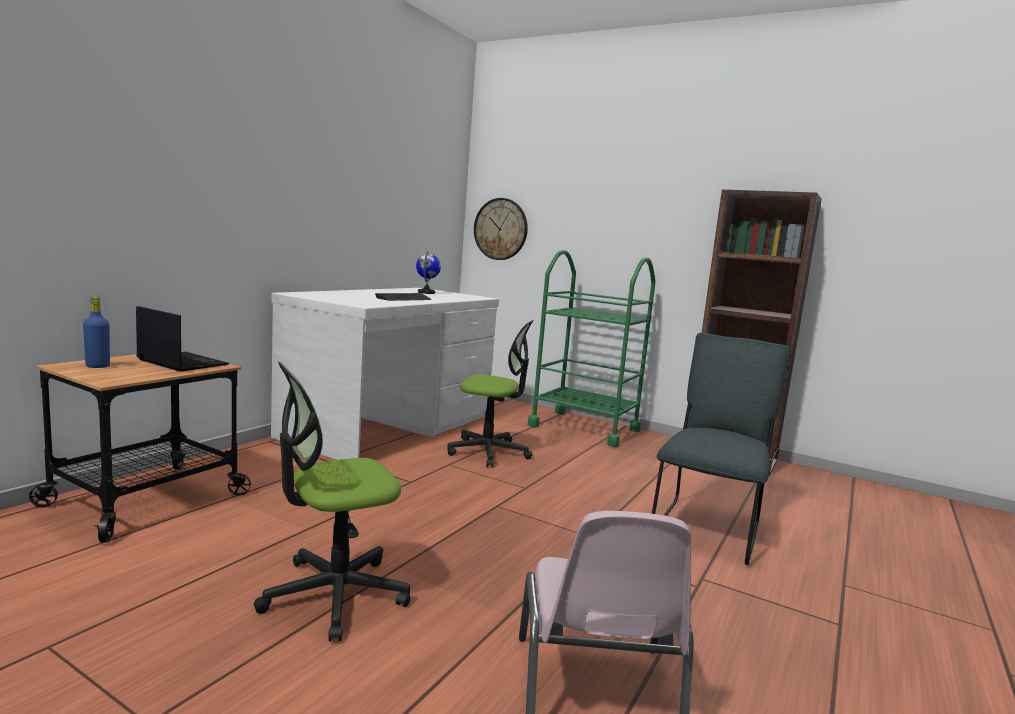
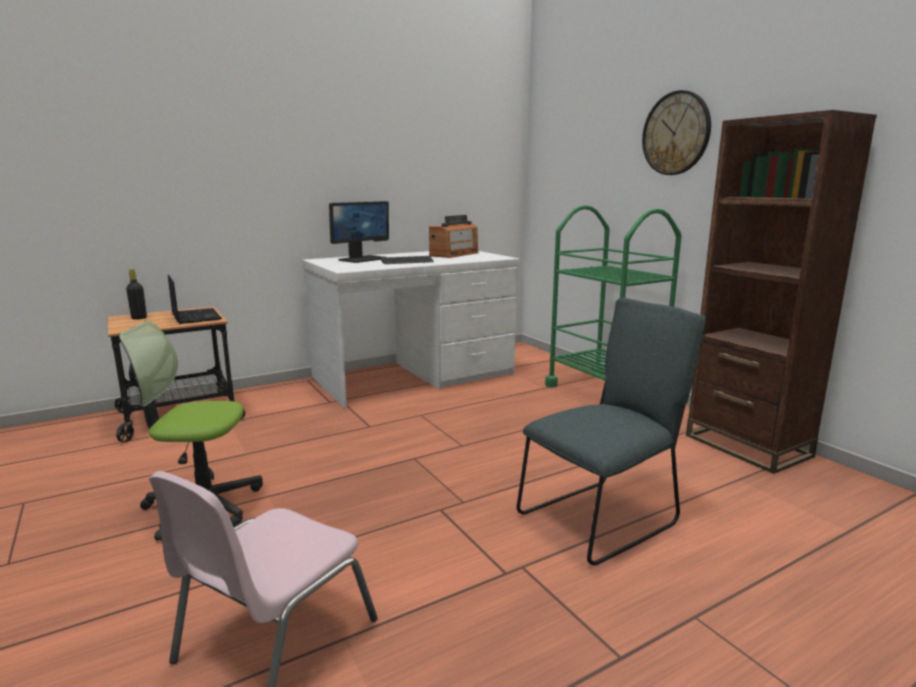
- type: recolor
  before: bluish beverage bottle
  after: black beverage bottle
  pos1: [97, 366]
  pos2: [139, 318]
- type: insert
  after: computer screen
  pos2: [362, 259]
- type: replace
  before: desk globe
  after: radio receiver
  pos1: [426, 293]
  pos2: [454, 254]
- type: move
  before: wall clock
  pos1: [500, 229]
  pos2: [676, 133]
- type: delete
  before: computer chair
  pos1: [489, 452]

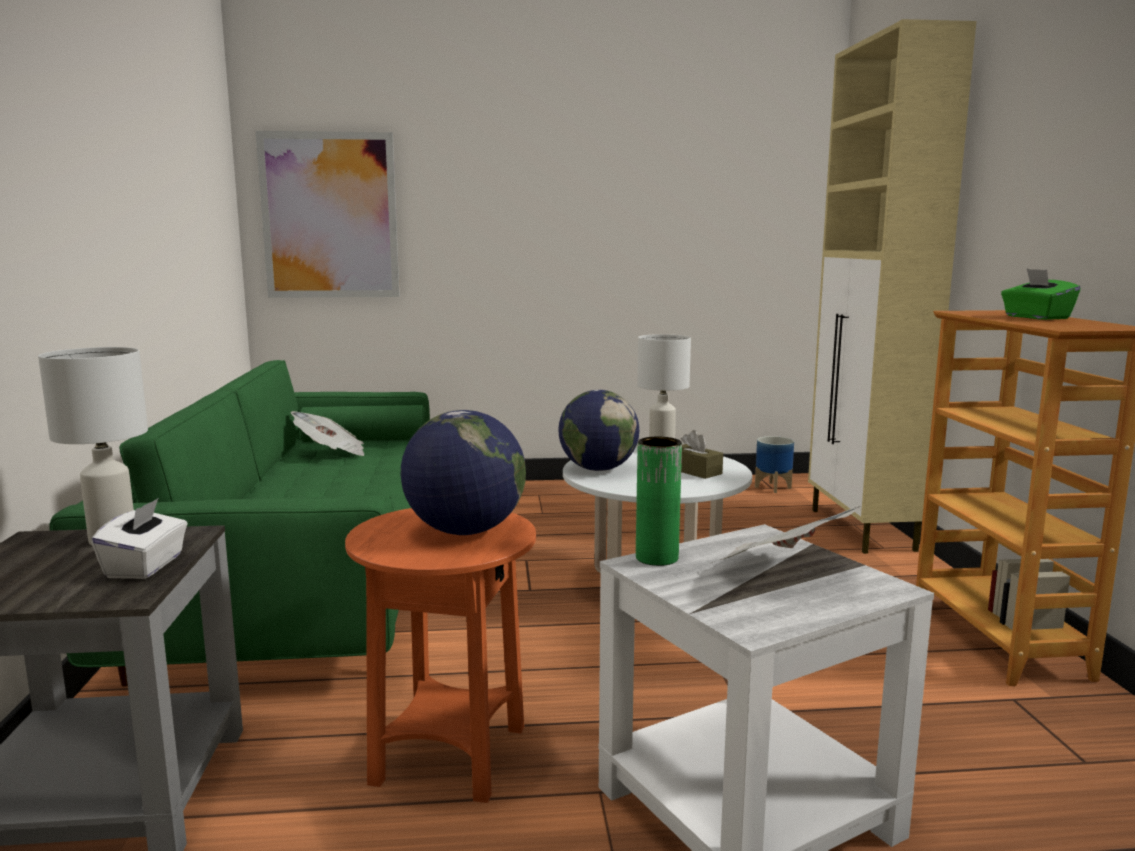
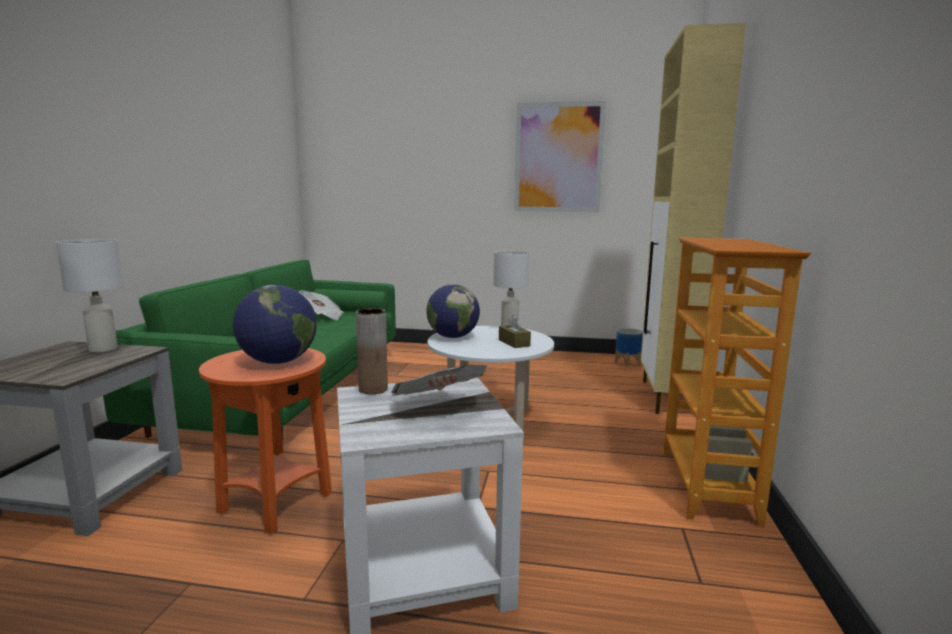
- type: recolor
  before: green-coloured vase
  after: brownish vase
  pos1: [657, 558]
  pos2: [373, 389]
- type: move
  before: wall art
  pos1: [330, 216]
  pos2: [558, 158]
- type: delete
  before: white-coloured box of tissues
  pos1: [146, 566]
- type: delete
  before: green-coloured box of tissues
  pos1: [1036, 317]

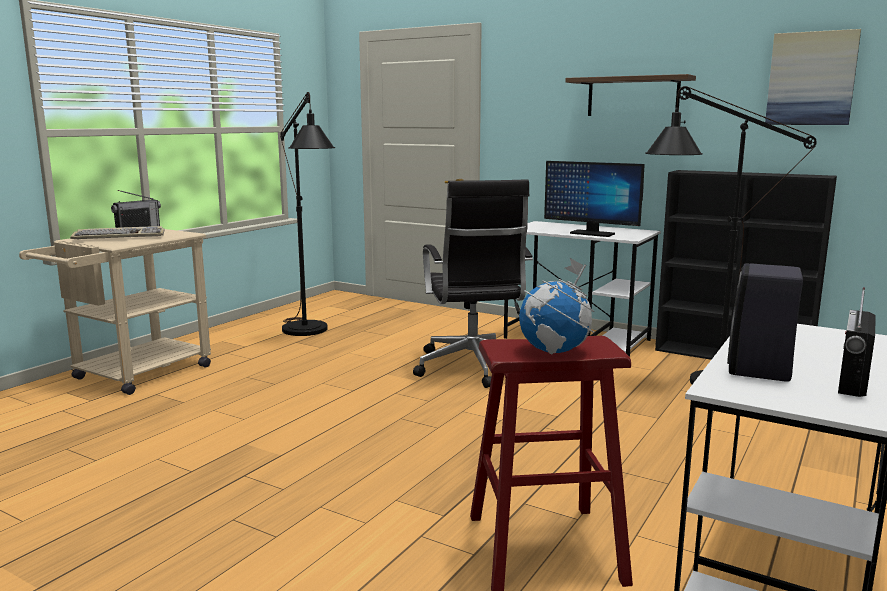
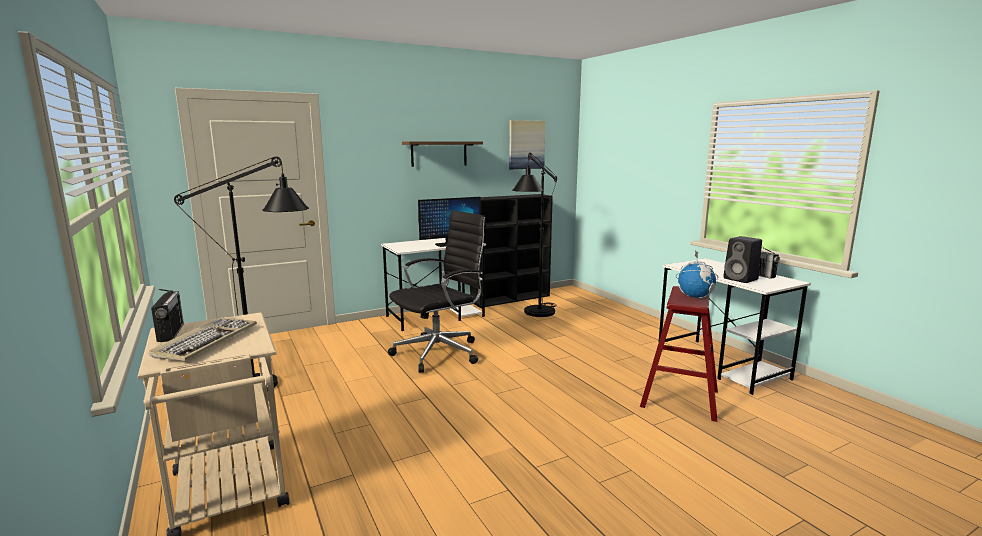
- type: rotate
  before: black computer chair
  pos1: [473, 367]
  pos2: [440, 352]
  turn: -60

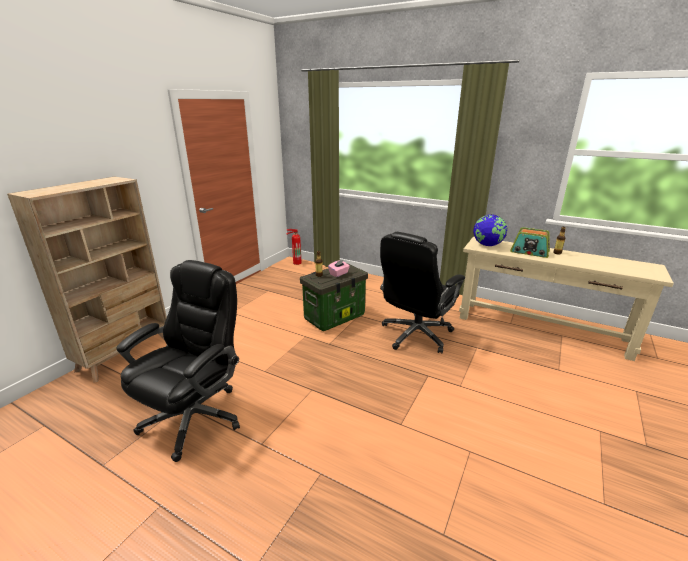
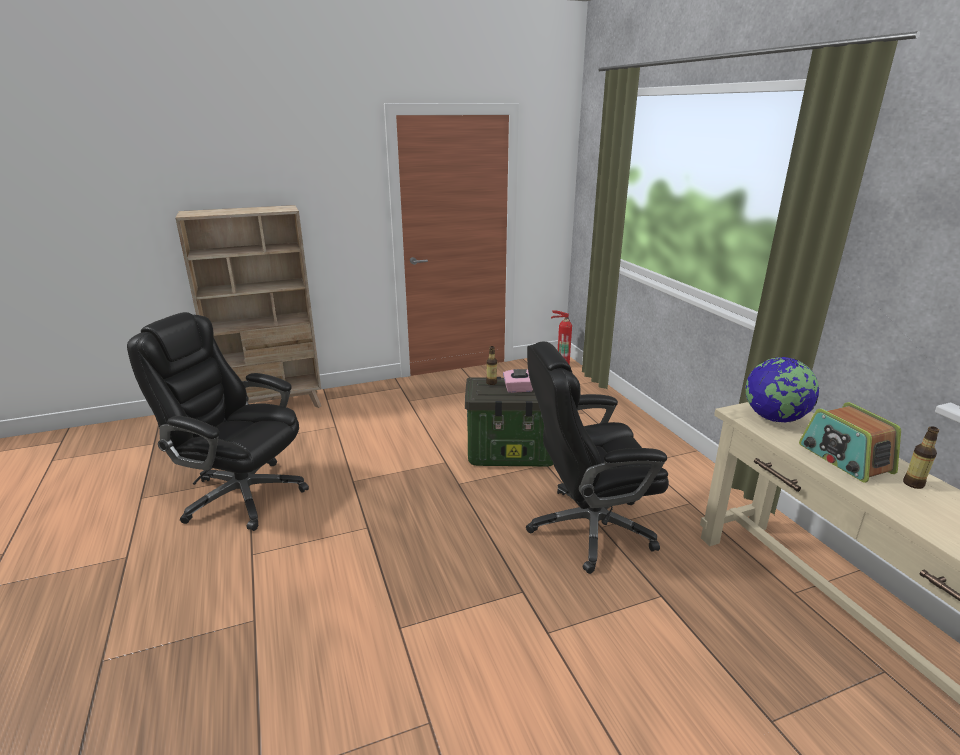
- type: rotate
  before: black computer chair
  pos1: [195, 417]
  pos2: [242, 494]
  turn: -135

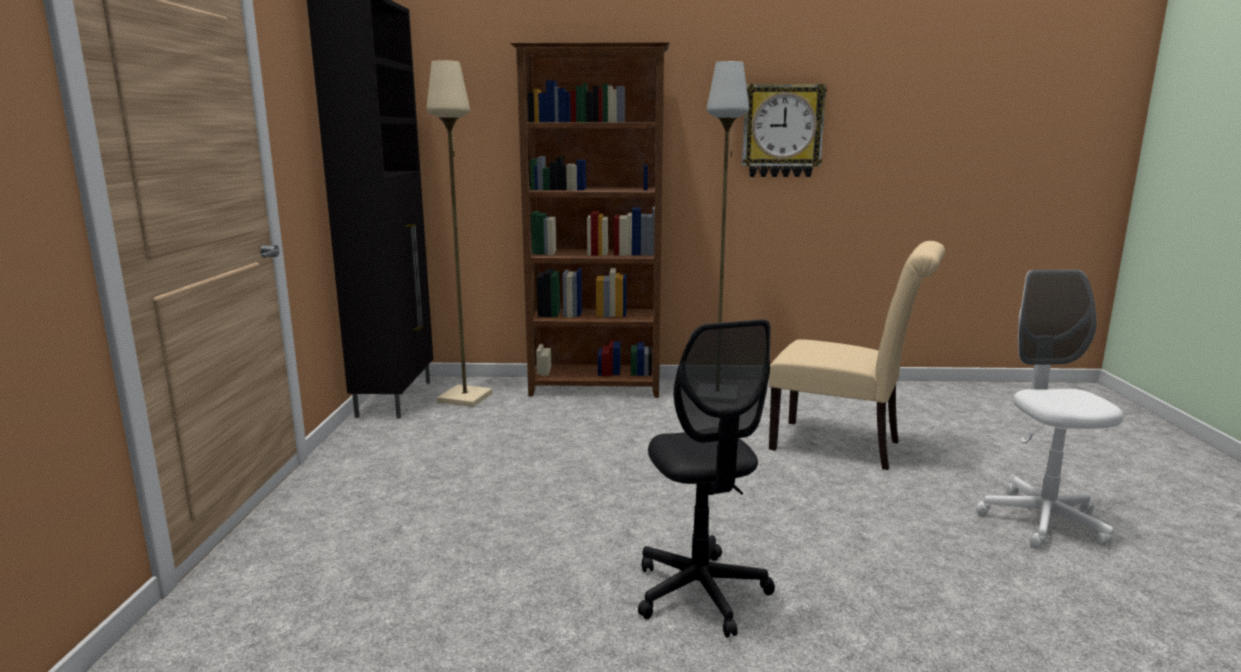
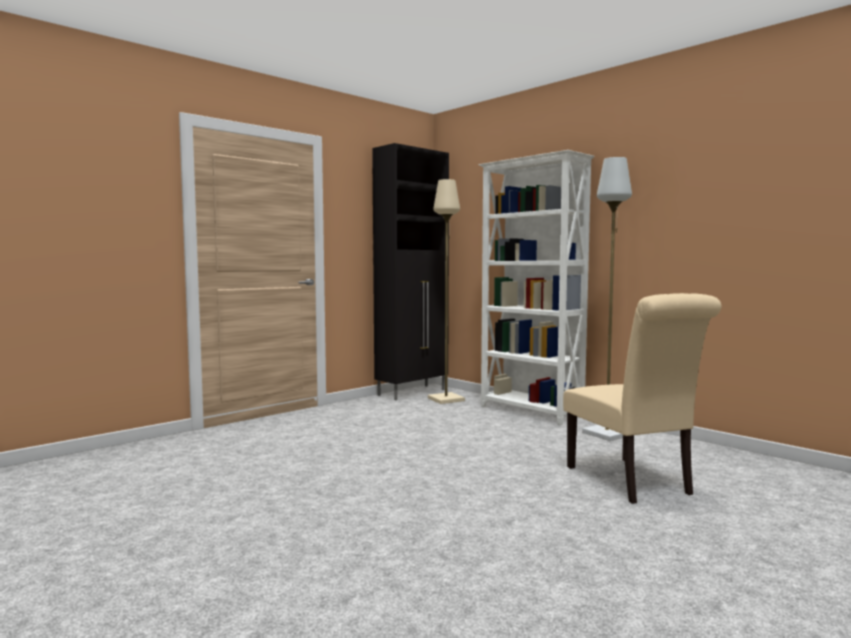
- type: recolor
  before: brownish bookshelf
  after: white-coloured bookshelf
  pos1: [596, 388]
  pos2: [530, 412]
- type: delete
  before: black computer chair
  pos1: [700, 593]
- type: delete
  before: wall clock
  pos1: [782, 131]
- type: delete
  before: white-coloured computer chair
  pos1: [1042, 521]

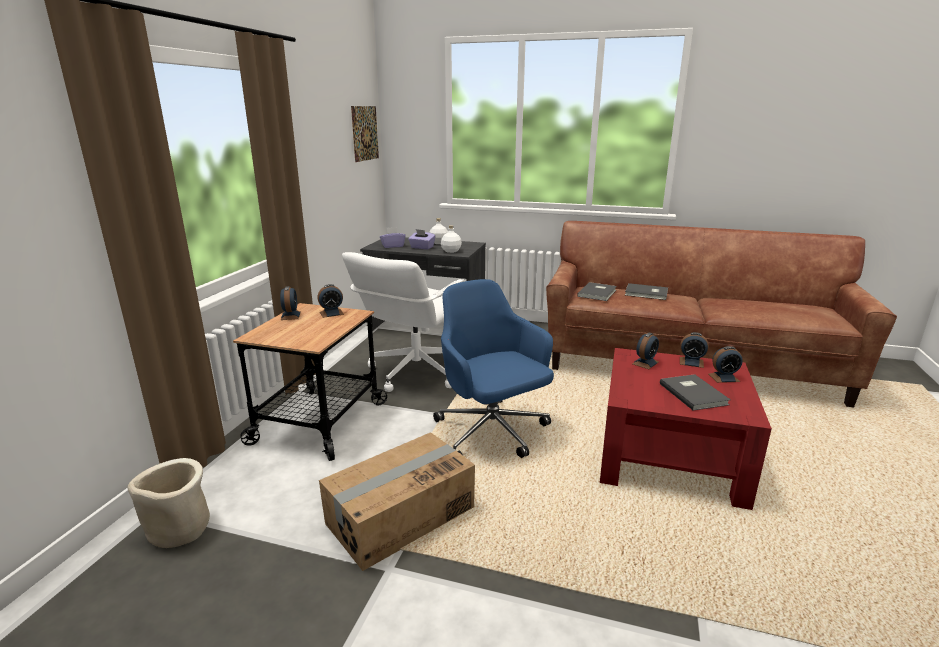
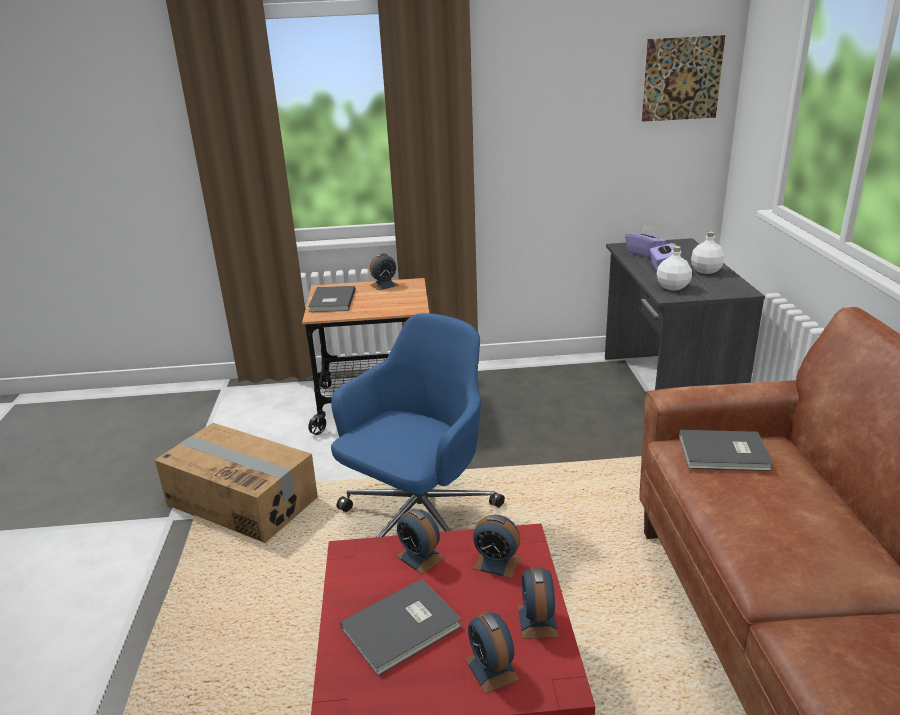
- type: move
  before: grey bound book
  pos1: [647, 293]
  pos2: [331, 301]
- type: move
  before: table clock
  pos1: [331, 313]
  pos2: [420, 557]
- type: delete
  before: sand-coloured plant pot
  pos1: [179, 530]
- type: delete
  before: white-coloured computer chair
  pos1: [415, 371]

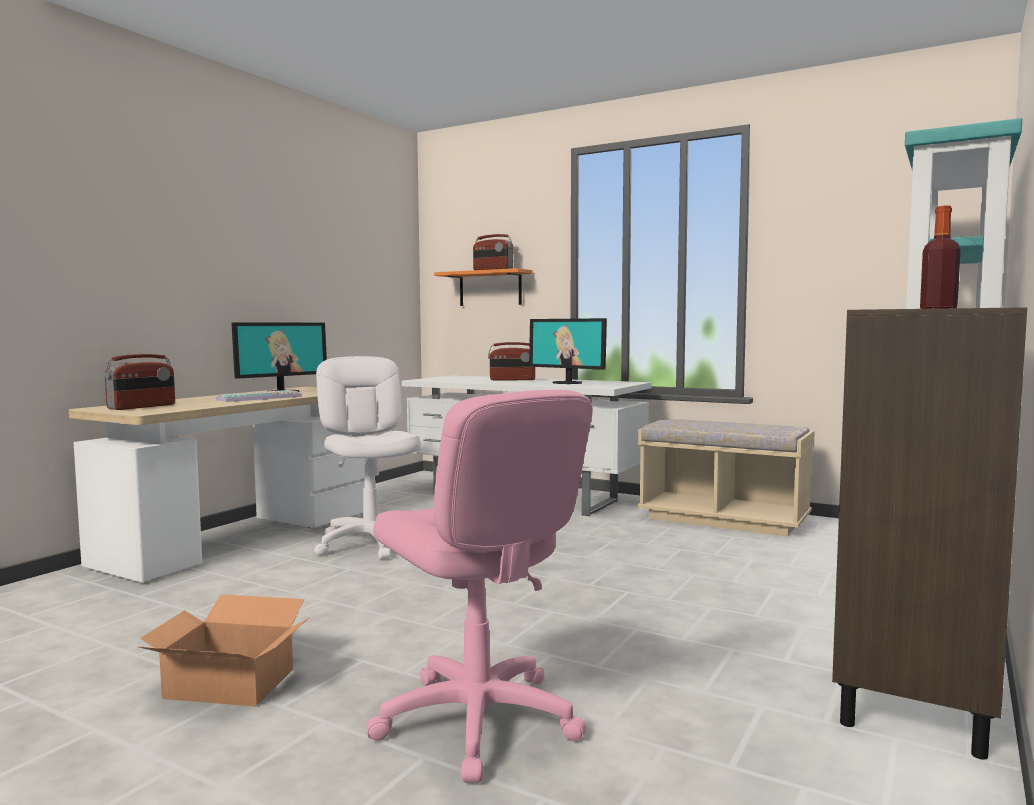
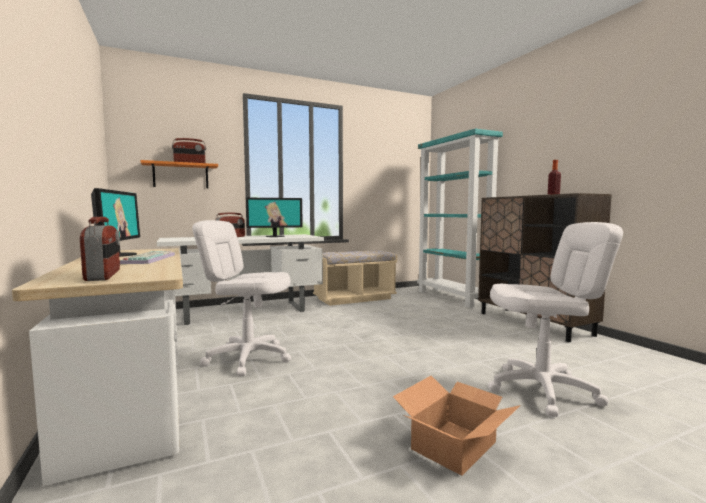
- type: recolor
  before: pink-coloured computer chair
  after: white-coloured computer chair
  pos1: [477, 721]
  pos2: [542, 391]

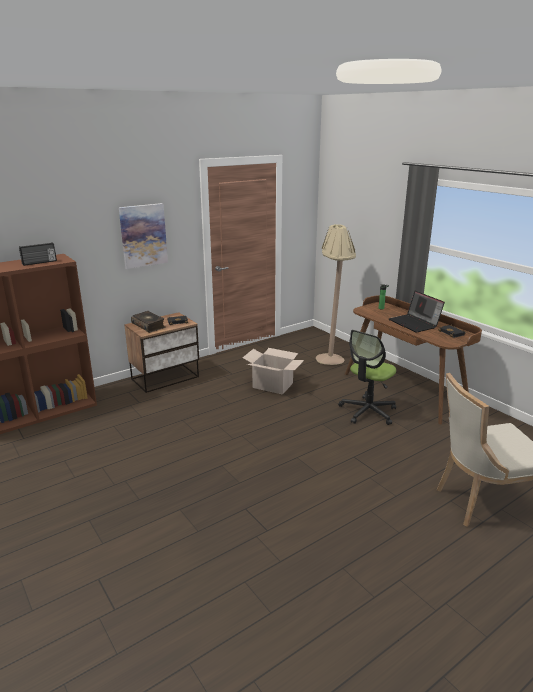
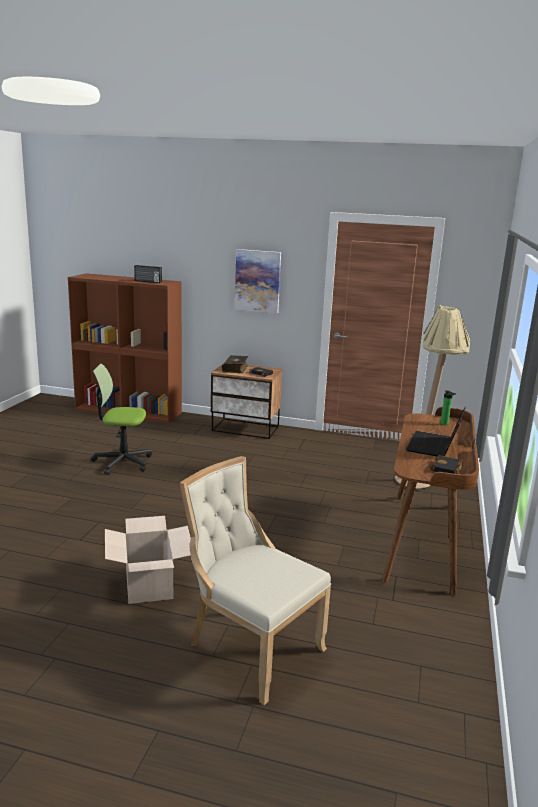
- type: move
  before: computer chair
  pos1: [368, 411]
  pos2: [122, 462]
- type: move
  before: carton
  pos1: [272, 385]
  pos2: [148, 585]

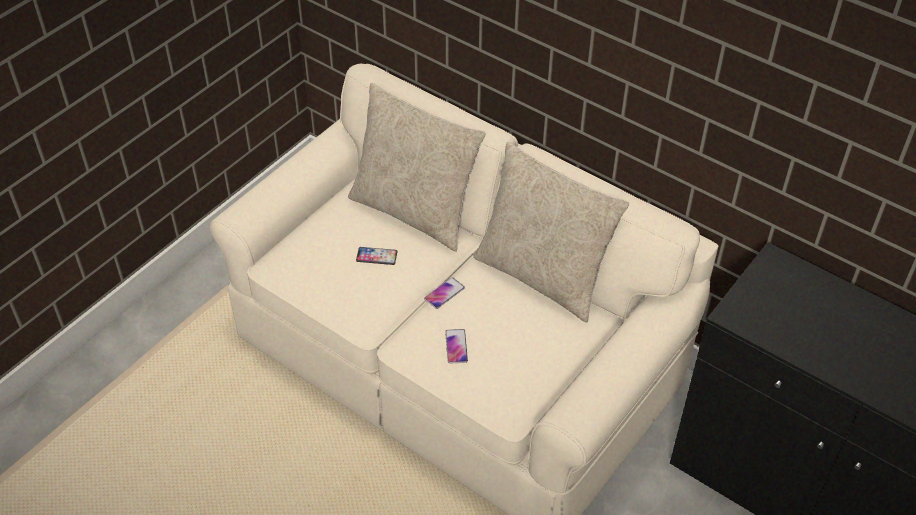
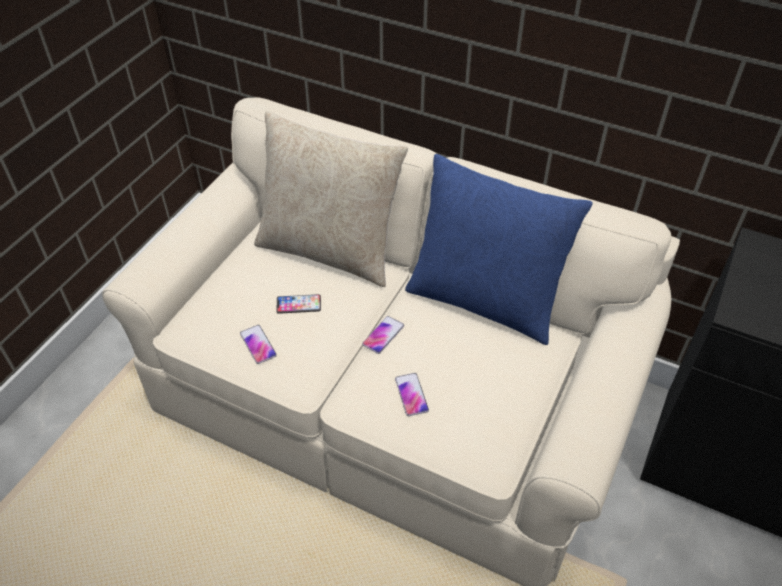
- type: insert
  after: handset
  pos2: [258, 344]
- type: recolor
  before: sand-coloured pillow
  after: bluish pillow
  pos1: [543, 275]
  pos2: [485, 300]

